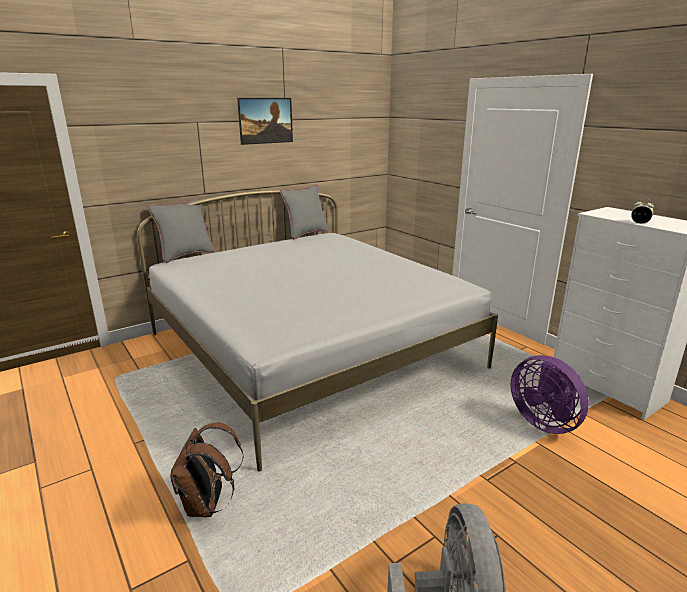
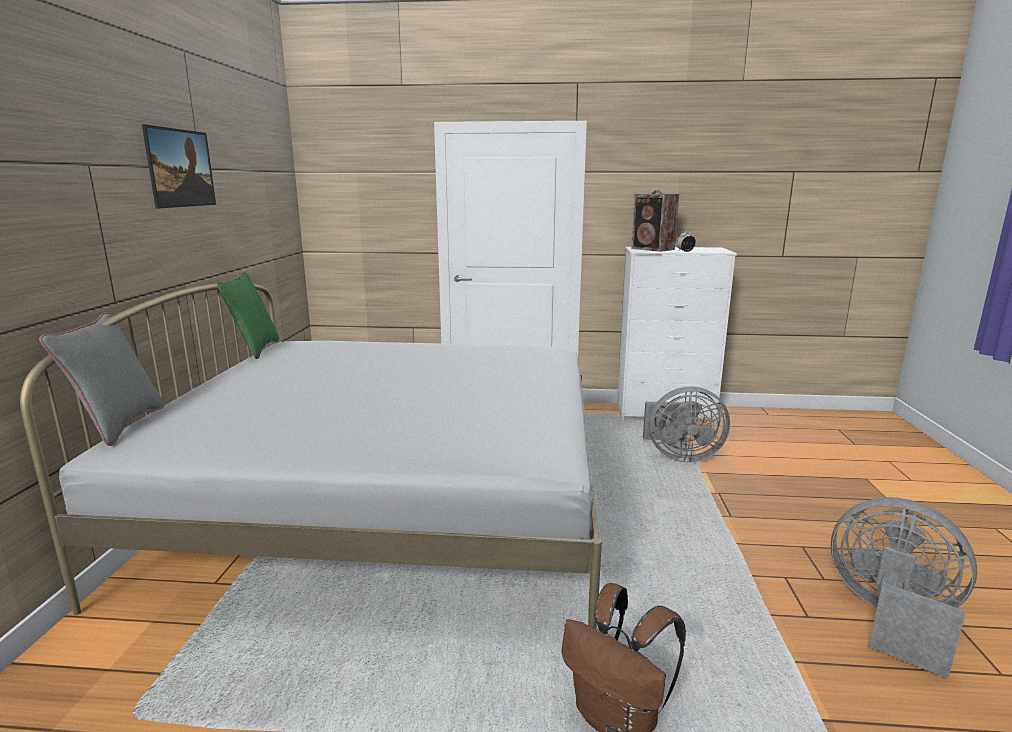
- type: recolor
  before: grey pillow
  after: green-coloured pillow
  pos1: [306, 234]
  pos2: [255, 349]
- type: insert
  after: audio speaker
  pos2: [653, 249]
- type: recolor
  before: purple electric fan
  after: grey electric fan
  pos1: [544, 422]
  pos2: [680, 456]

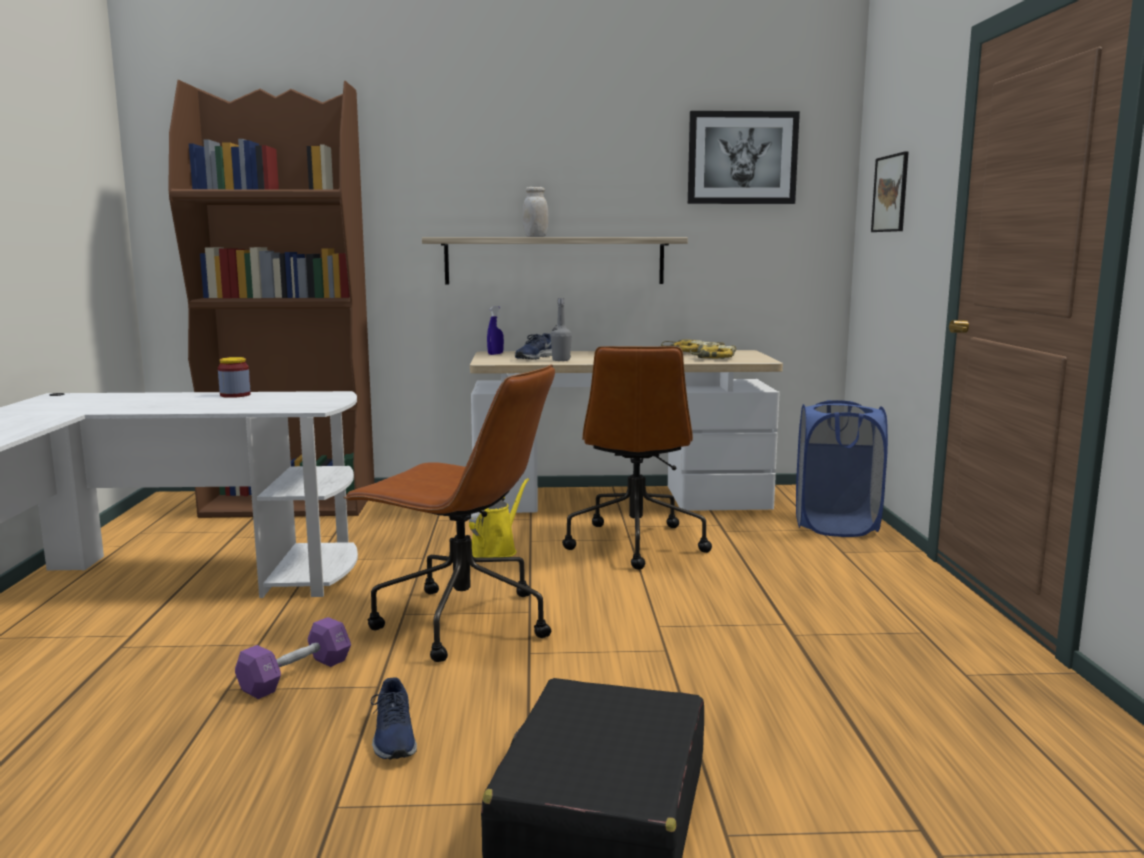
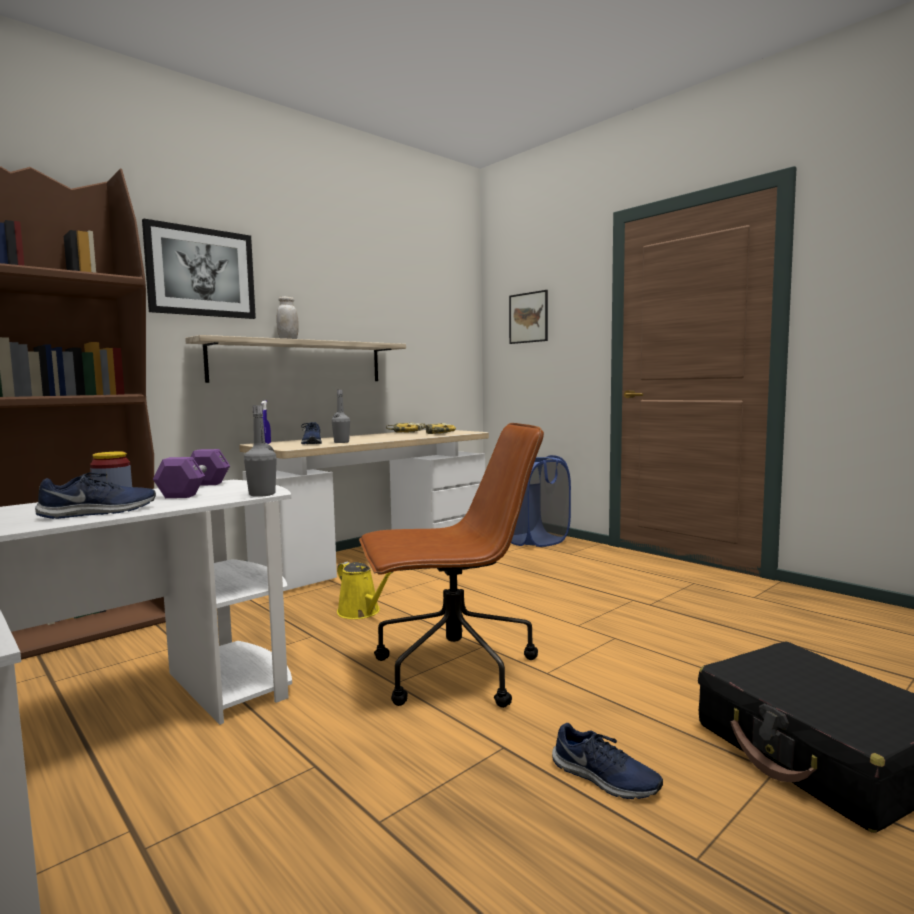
- type: insert
  after: bluish shoe
  pos2: [99, 512]
- type: move
  before: wall art
  pos1: [742, 158]
  pos2: [201, 272]
- type: move
  before: purple dumbbell
  pos1: [296, 675]
  pos2: [195, 490]
- type: insert
  after: grey beverage bottle
  pos2: [262, 494]
- type: rotate
  before: yellow sprinkling can
  pos1: [496, 550]
  pos2: [361, 612]
  turn: 150
- type: delete
  before: brownish computer chair
  pos1: [635, 543]

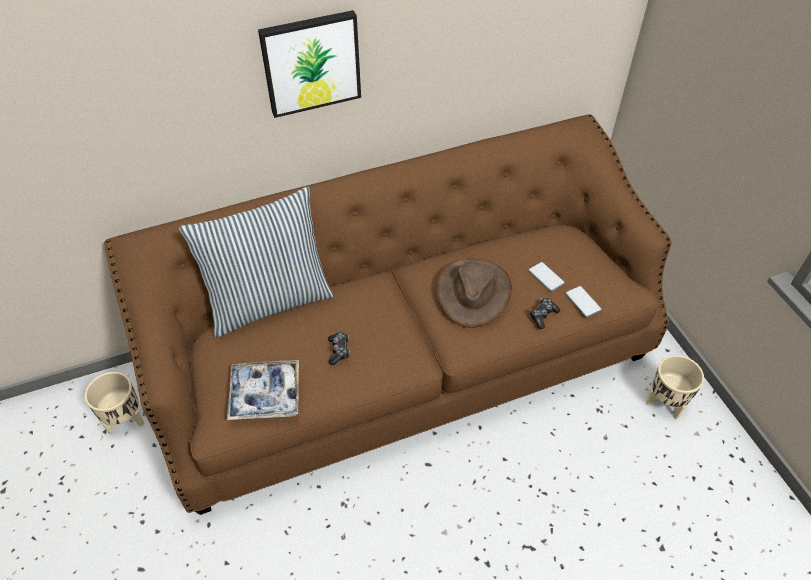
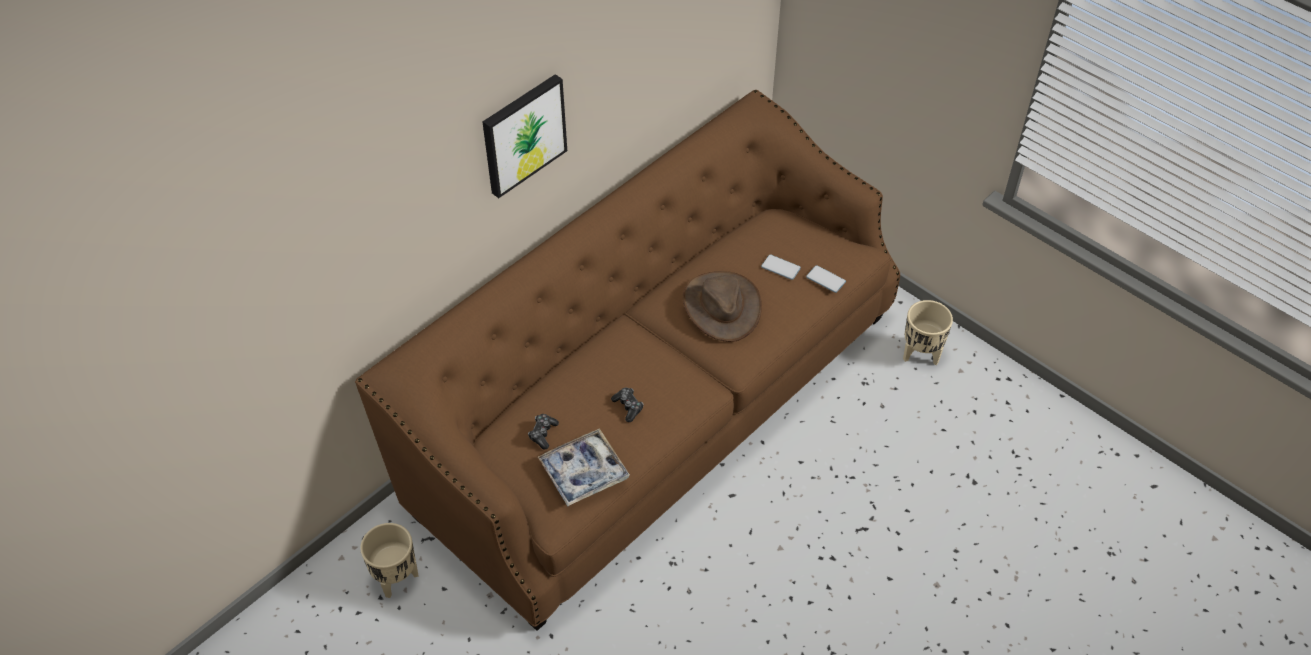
- type: move
  before: joypad
  pos1: [542, 315]
  pos2: [543, 433]
- type: delete
  before: pillow
  pos1: [269, 301]

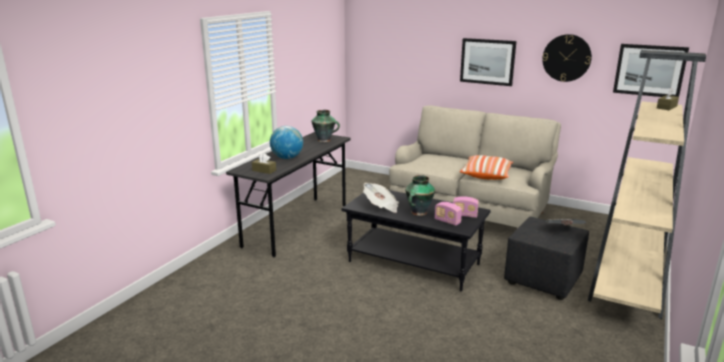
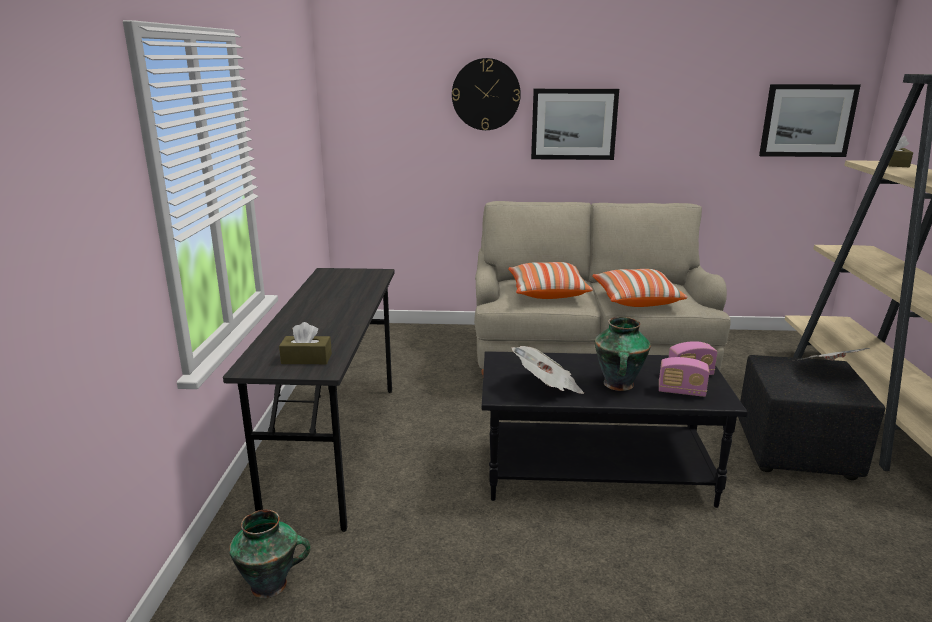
- type: move
  before: vase
  pos1: [324, 140]
  pos2: [271, 585]
- type: move
  before: wall clock
  pos1: [566, 58]
  pos2: [486, 94]
- type: insert
  after: pillow
  pos2: [547, 292]
- type: delete
  before: desk globe
  pos1: [287, 158]

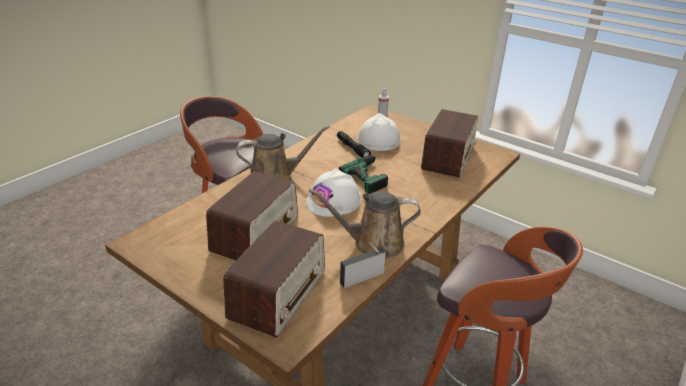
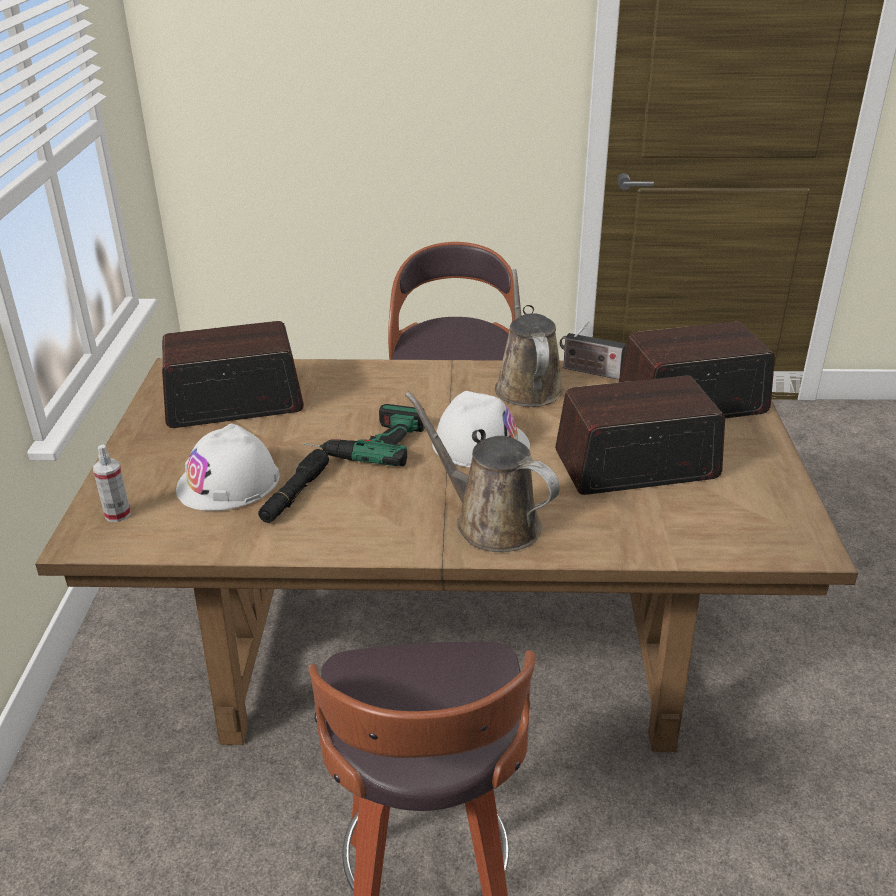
- type: rotate
  before: brownish sprinkling can
  pos1: [373, 243]
  pos2: [527, 386]
  turn: -150

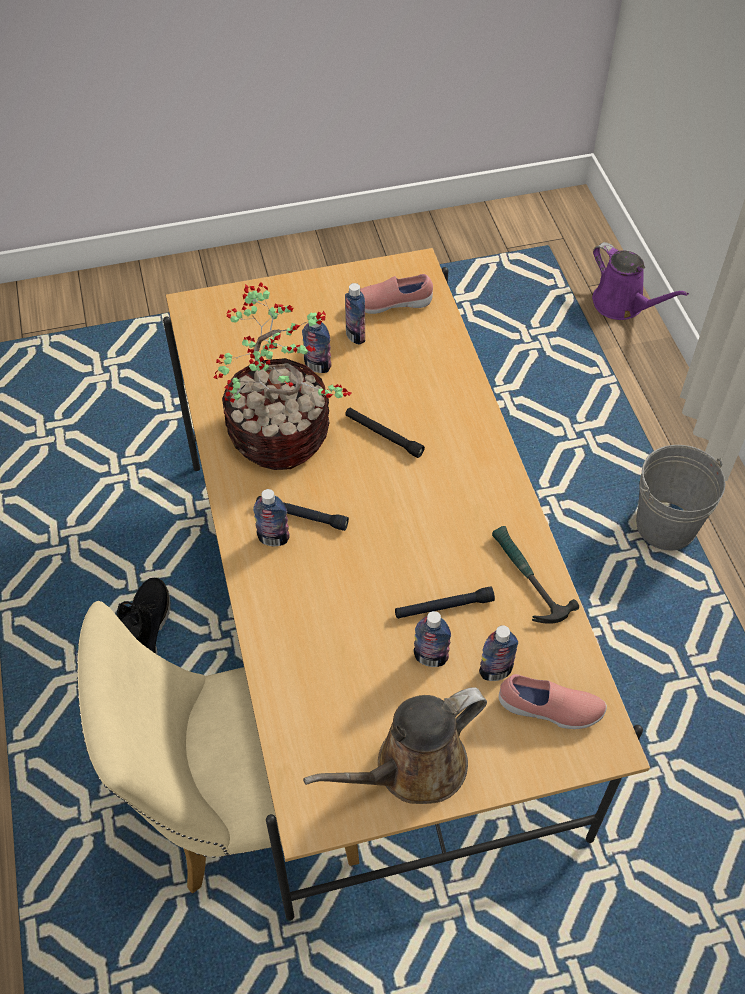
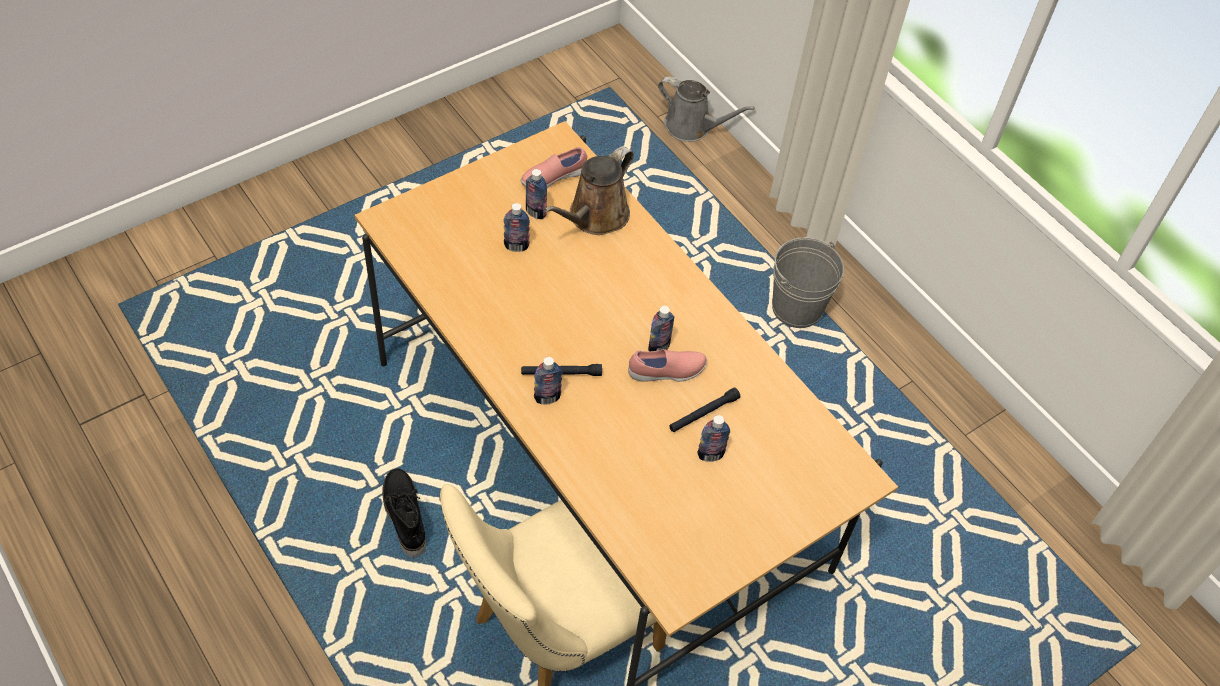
- type: move
  before: brownish sprinkling can
  pos1: [413, 768]
  pos2: [595, 217]
- type: move
  before: pink-coloured shoe
  pos1: [550, 710]
  pos2: [666, 372]
- type: move
  before: beverage bottle
  pos1: [495, 672]
  pos2: [659, 347]
- type: recolor
  before: purple sprinkling can
  after: grey sprinkling can
  pos1: [622, 305]
  pos2: [692, 127]
- type: delete
  before: houseplant
  pos1: [282, 434]
- type: delete
  before: black torch
  pos1: [383, 435]
- type: delete
  before: hand hammer
  pos1: [526, 578]

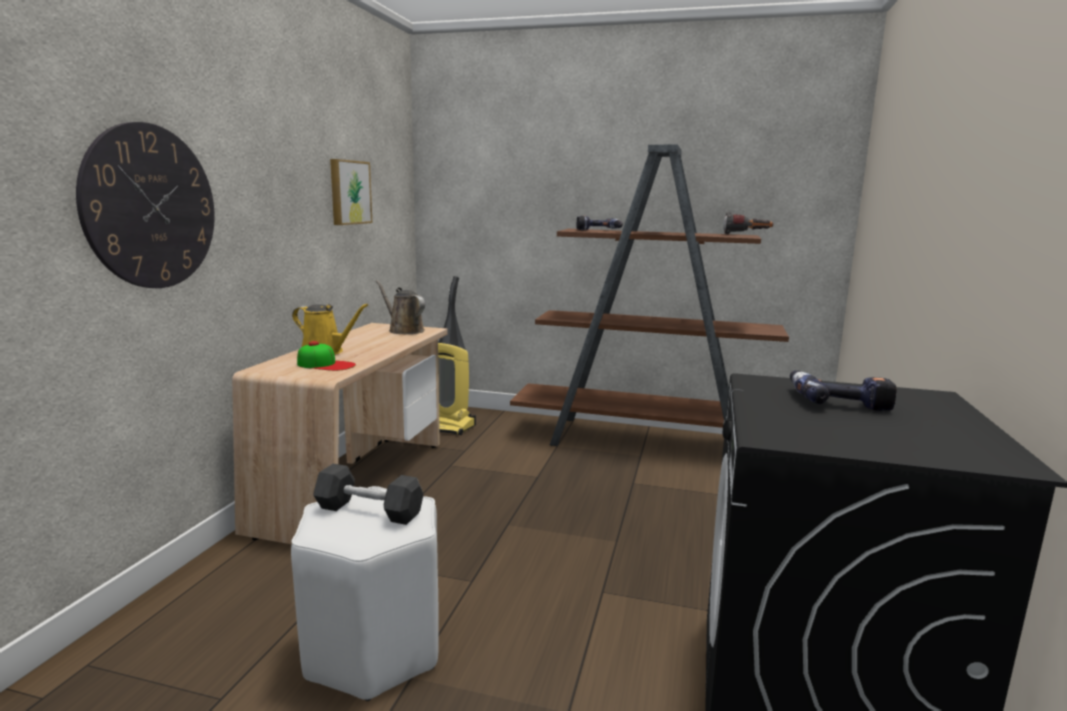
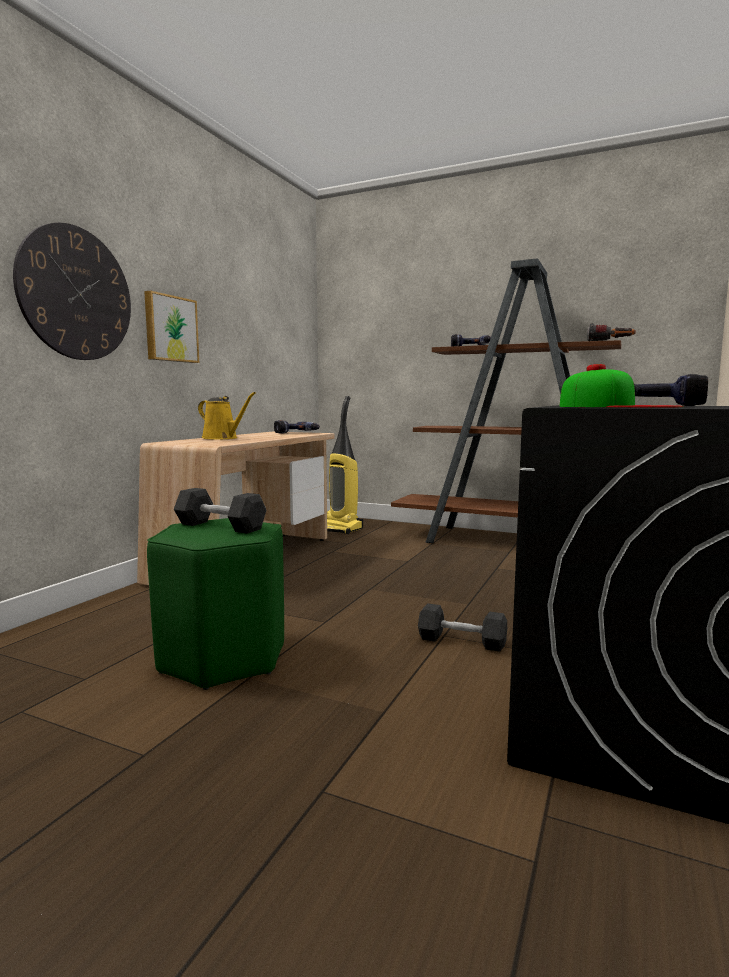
- type: move
  before: wall art
  pos1: [349, 192]
  pos2: [170, 329]
- type: recolor
  before: white-coloured stool seat
  after: green-coloured stool seat
  pos1: [375, 648]
  pos2: [224, 658]
- type: replace
  before: brownish sprinkling can
  after: power drill
  pos1: [404, 330]
  pos2: [296, 433]
- type: insert
  after: black dumbbell
  pos2: [461, 641]
- type: move
  before: cap
  pos1: [326, 364]
  pos2: [618, 407]

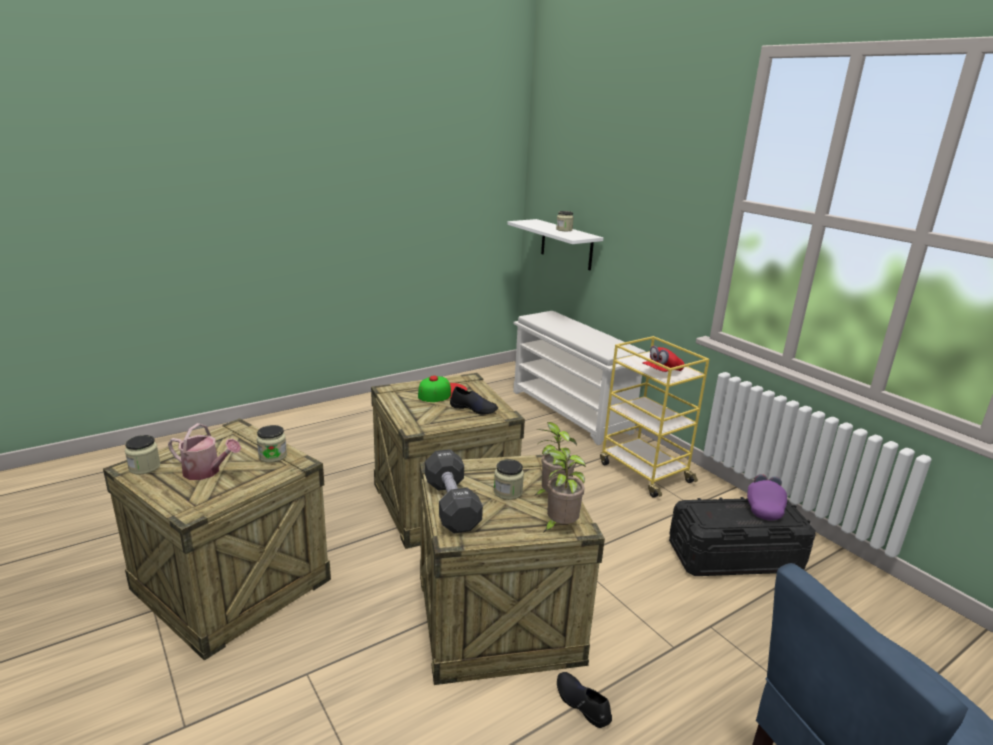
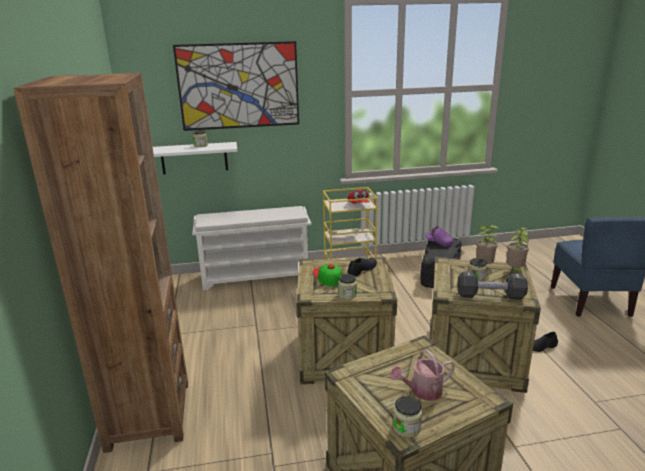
- type: insert
  after: brownish bookshelf
  pos2: [148, 415]
- type: insert
  after: wall art
  pos2: [239, 86]
- type: move
  before: jar
  pos1: [272, 456]
  pos2: [347, 295]
- type: rotate
  before: sprinkling can
  pos1: [206, 472]
  pos2: [422, 391]
  turn: -150

